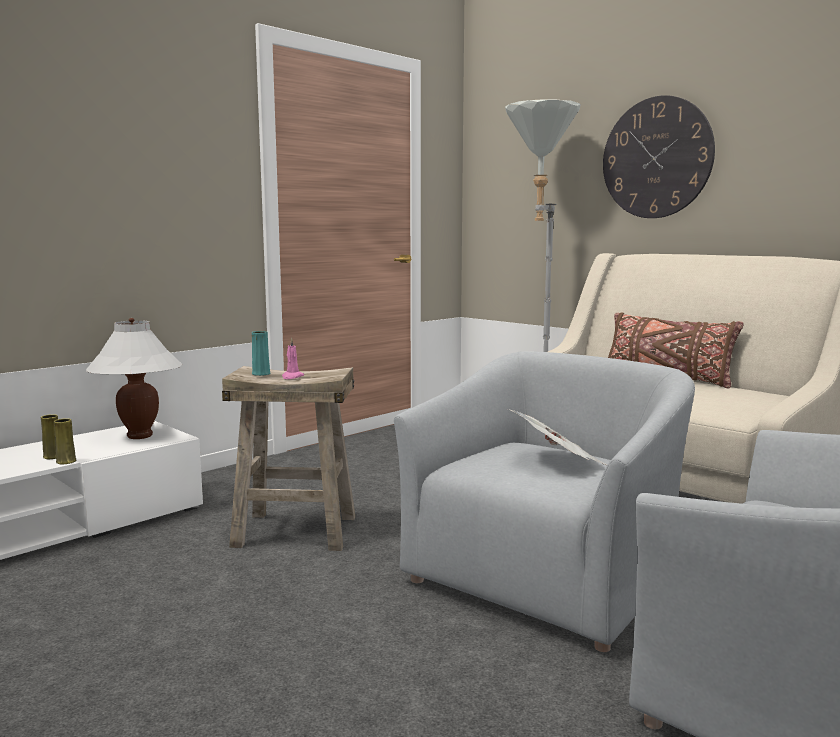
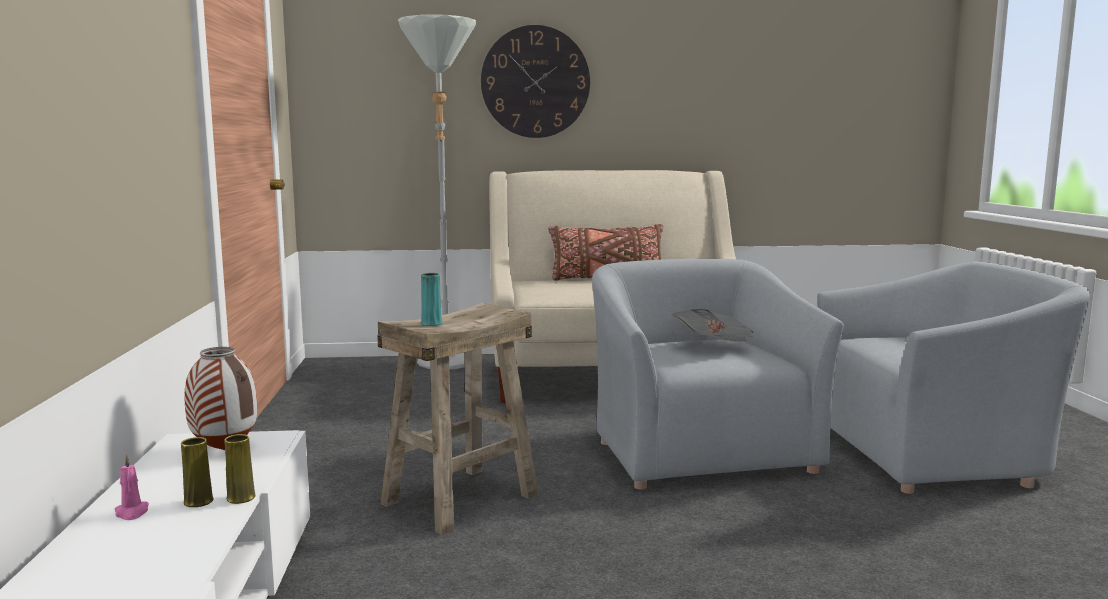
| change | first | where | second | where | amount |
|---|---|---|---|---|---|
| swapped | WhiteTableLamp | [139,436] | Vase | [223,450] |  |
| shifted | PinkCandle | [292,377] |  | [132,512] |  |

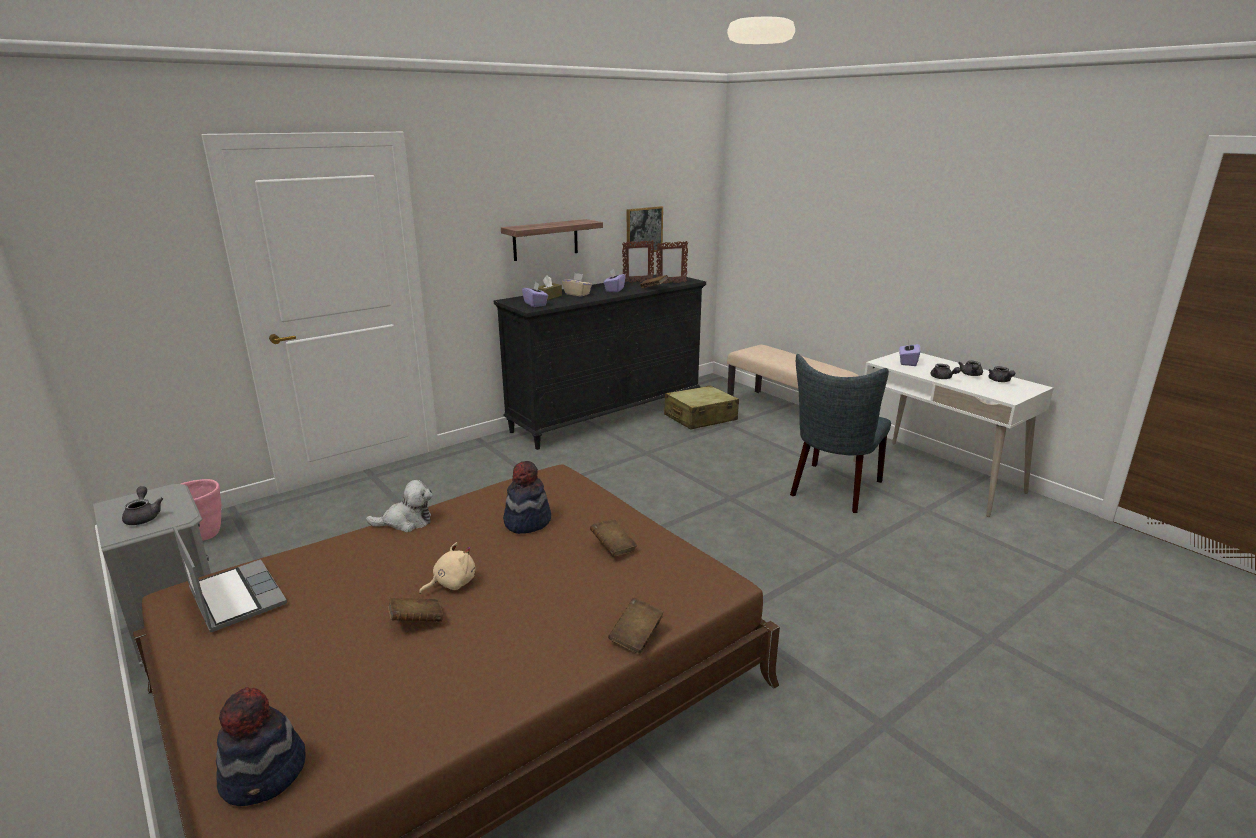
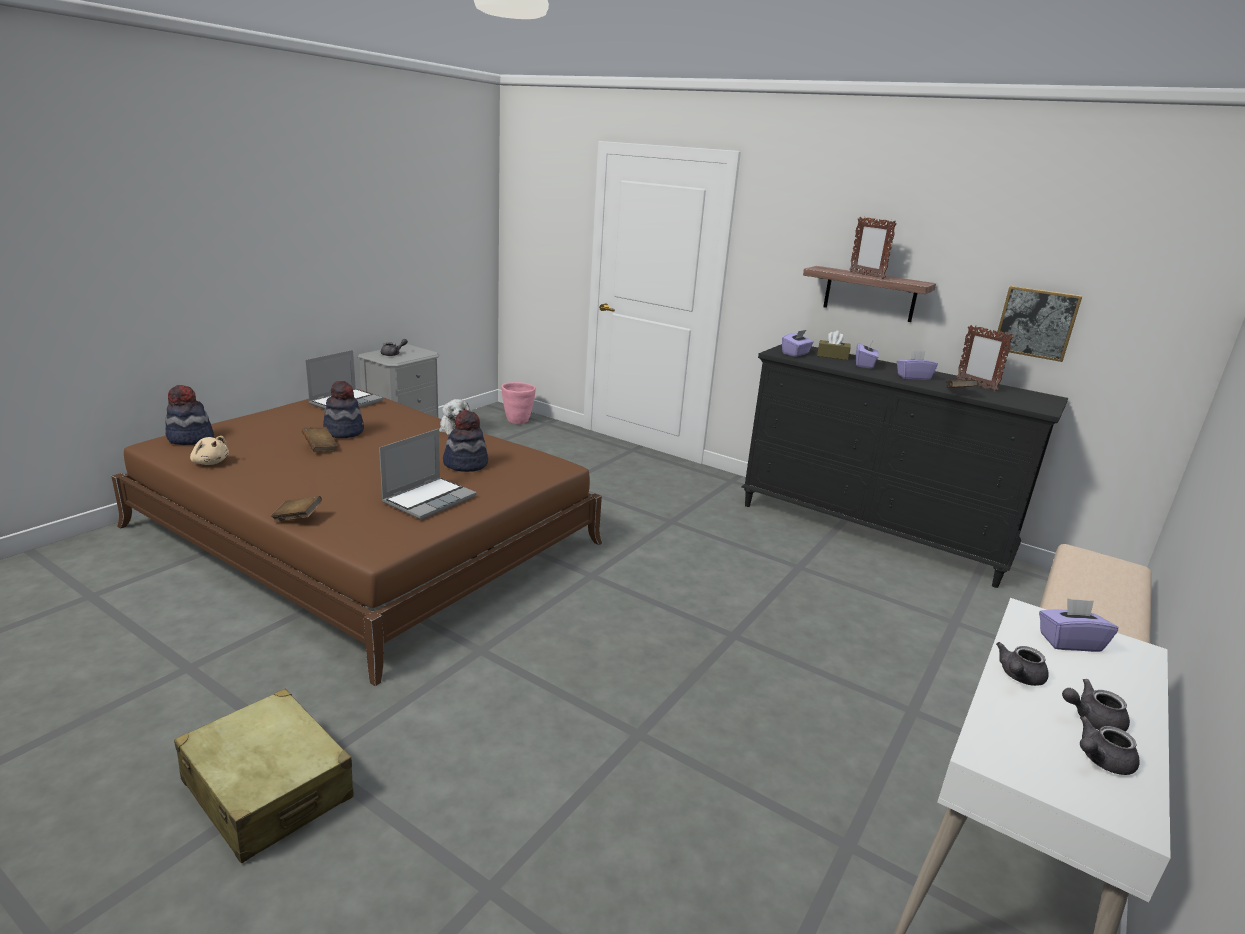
| change | first | where | second | where | amount |
|---|---|---|---|---|---|
| shifted | PictureFrame | [671,283] |  | [866,275] |  |
| repainted | BeigeTissueBox | [577,294] | PurpleTissueBox | [864,365] |  |
| gone | GreyChair | [833,490] |  |  |  |
| shifted | BeigeSuitcase | [700,418] |  | [268,790] |  |
| swapped | BrownBook | [613,547] | Laptop | [429,499] |  |
| shifted | BeigePlushToy | [452,583] |  | [210,462] |  |
| new |  |  | Hat | [344,431] |  |

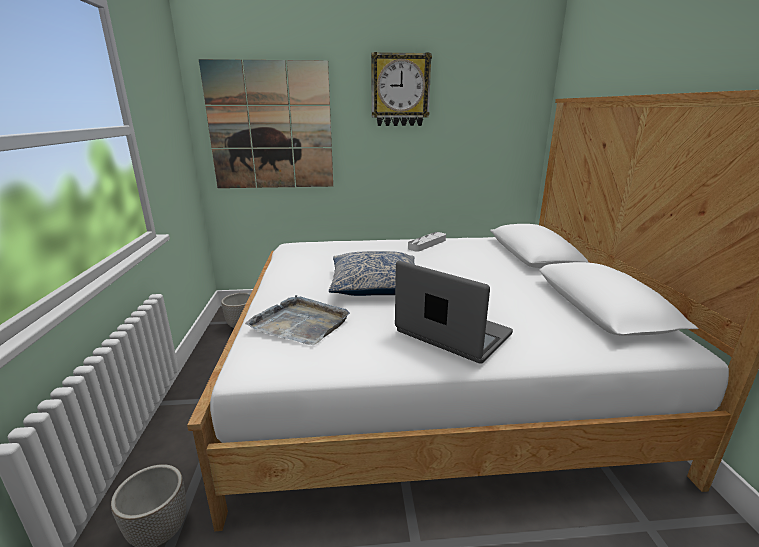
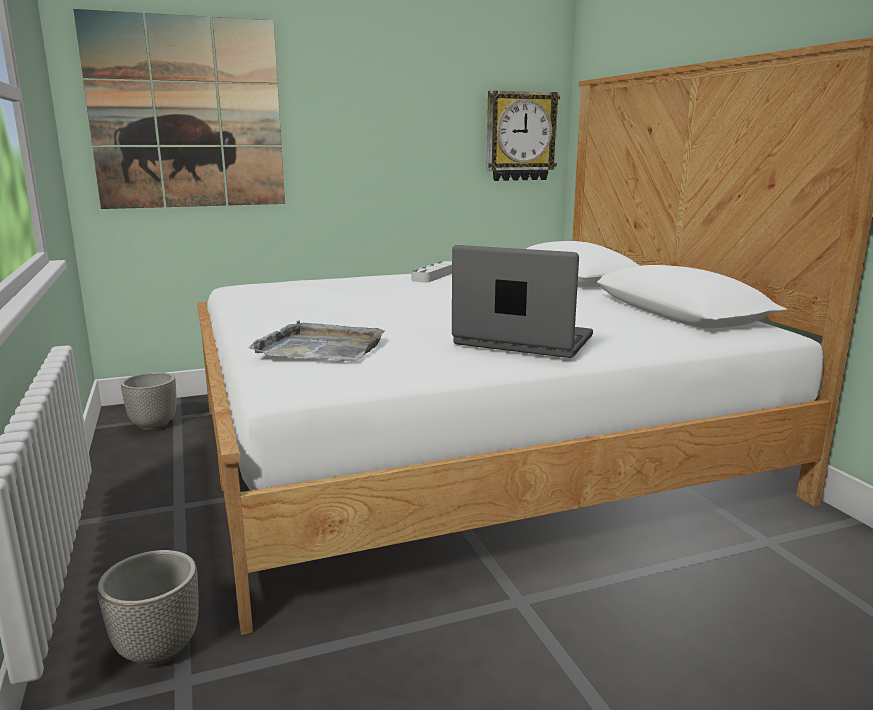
| change | first | where | second | where | amount |
|---|---|---|---|---|---|
| shifted | WallClock | [400,90] |  | [520,136] |  |
| gone | Pillow | [376,285] |  |  |  |

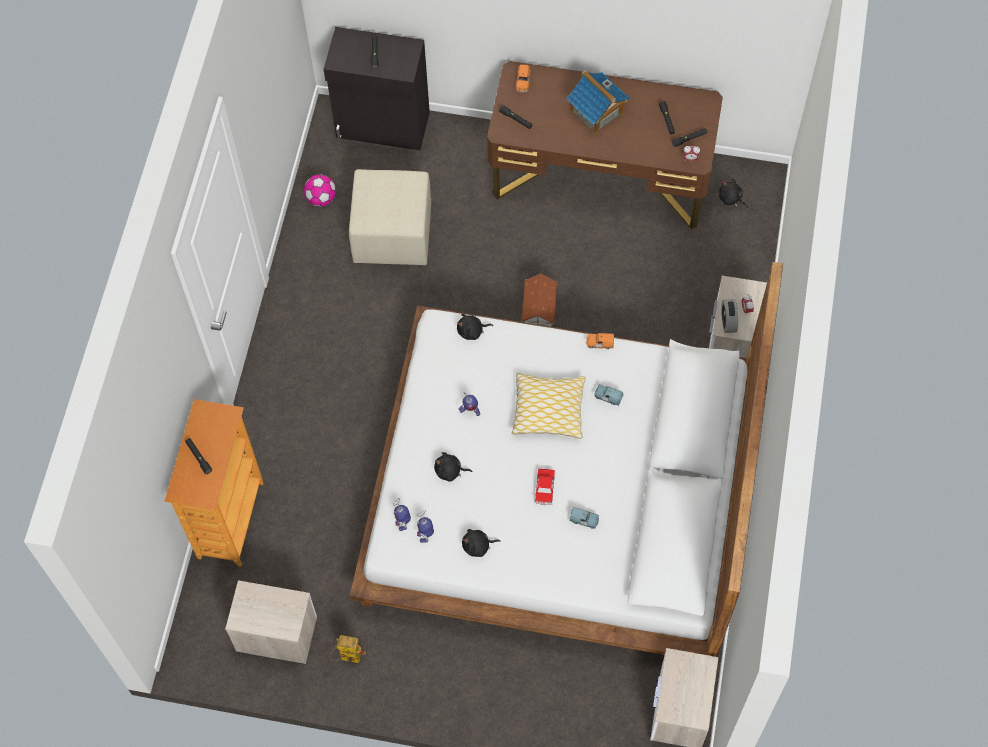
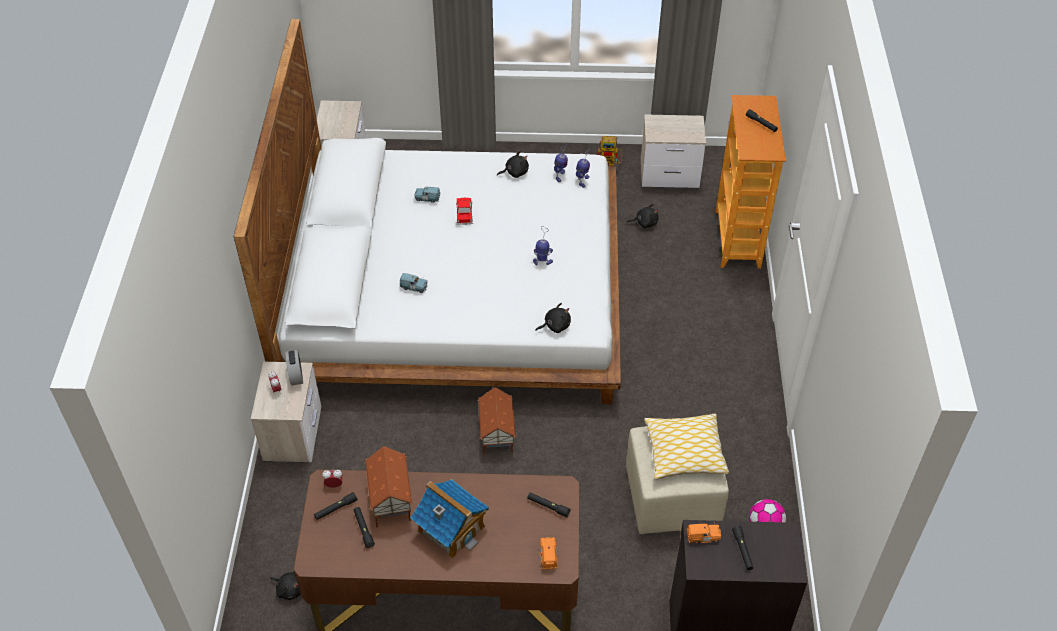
| change | first | where | second | where | amount |
|---|---|---|---|---|---|
| shifted | OrangeToyCar | [599,343] |  | [703,537] |  |
| shifted | Pillow | [548,410] |  | [684,453] |  |
| shifted | BlackPlushToy | [450,471] |  | [644,222] |  |
| new |  |  | ToyHouse | [390,501] |  |

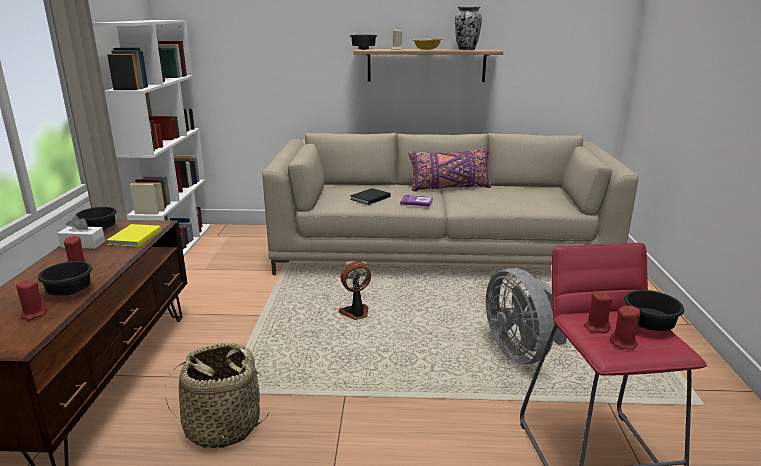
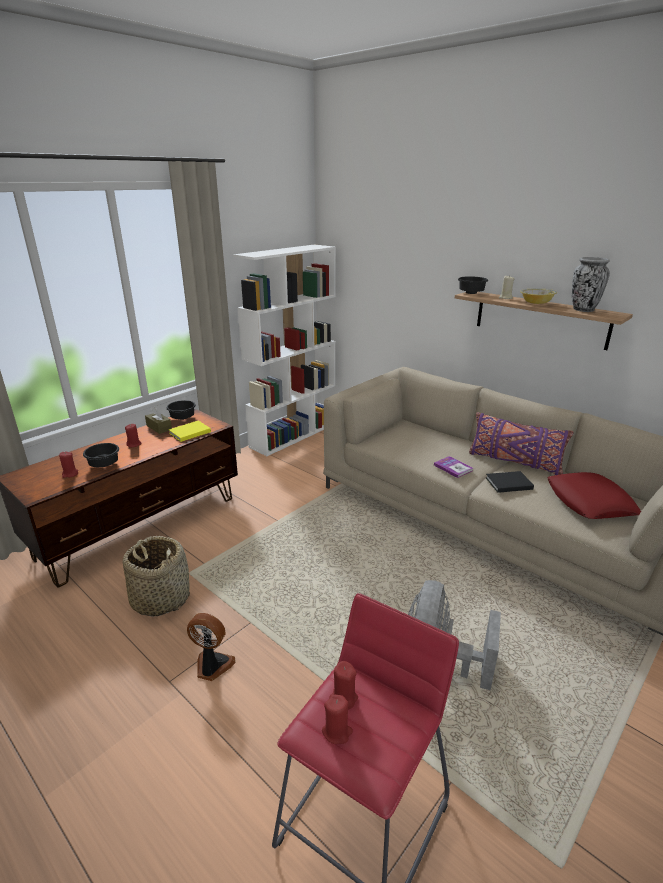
| change | first | where | second | where | amount |
|---|---|---|---|---|---|
| shifted | BlackBook | [369,198] |  | [507,483] |  |
| repainted | WhiteTissueBox | [83,244] | BrownTissueBox | [159,427] |  |
| shifted | Fan | [356,313] |  | [212,666] |  |
| gone | BlackBowl | [650,325] |  |  |  |
| new |  |  | RedPillow | [590,502] |  |

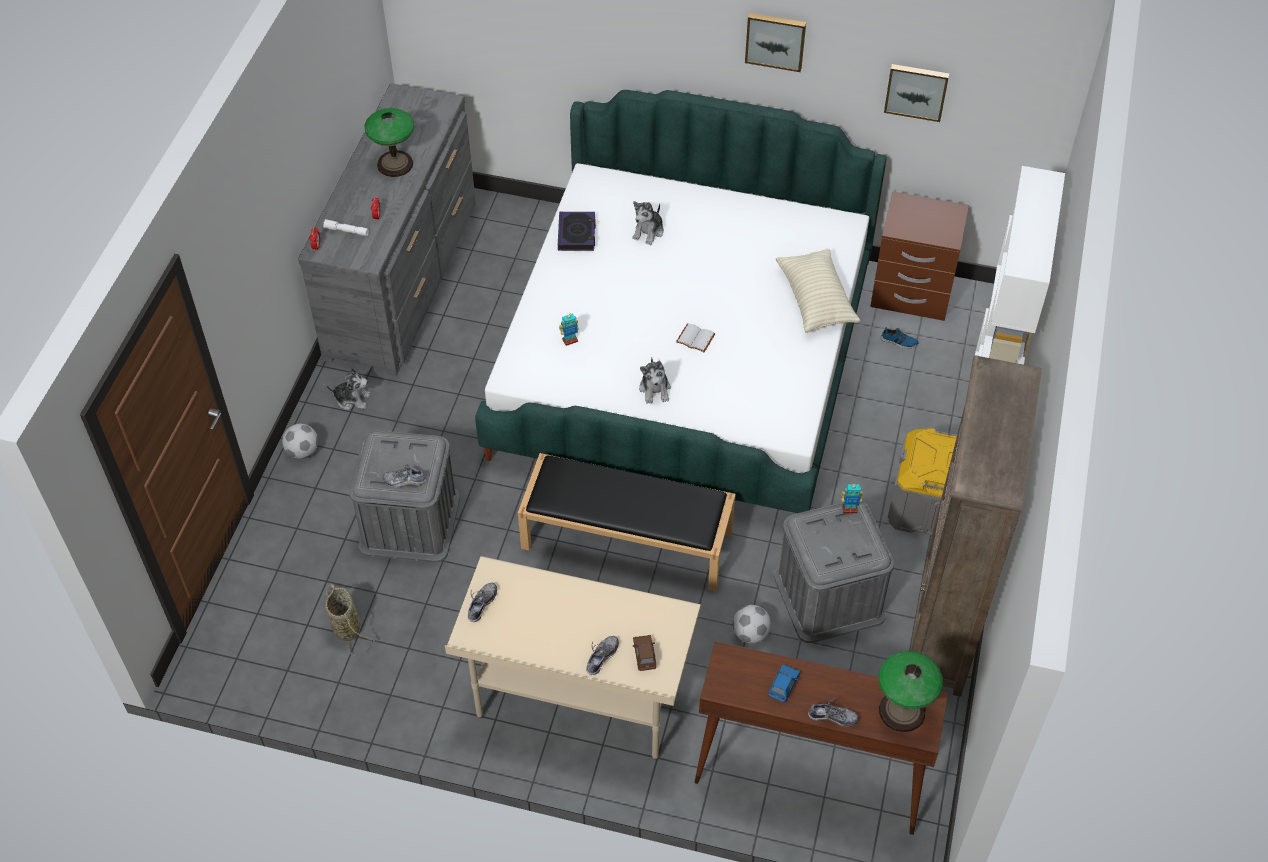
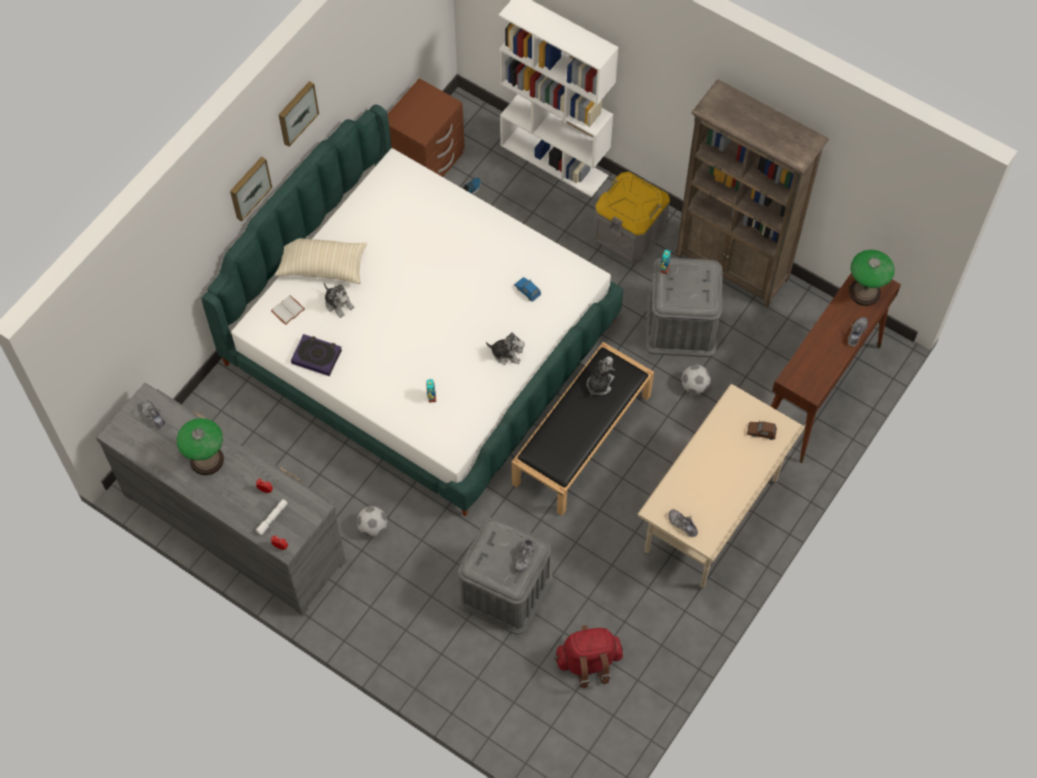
| change | first | where | second | where | amount |
|---|---|---|---|---|---|
| shifted | Picture | [916,91] |  | [249,187] |  |
| shifted | BeigePillow | [816,300] |  | [322,266] |  |
| shifted | WhiteBook | [696,338] |  | [287,309] |  |
| shifted | PlushToy | [352,399] |  | [599,384] |  |
| shifted | Football | [302,451] |  | [373,527] |  |
| swapped | Basket | [346,627] | RedBackpack | [588,662] |  |
| shifted | Shoe | [601,657] |  | [154,416] |  |
| shifted | BlueToyCar | [783,685] |  | [527,290] |  |

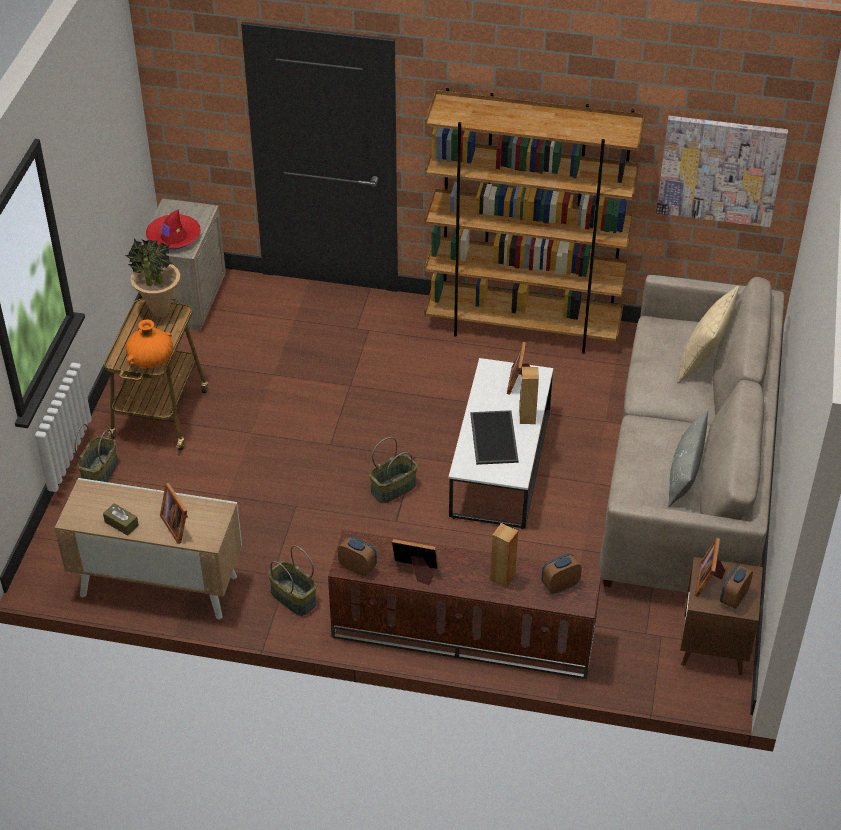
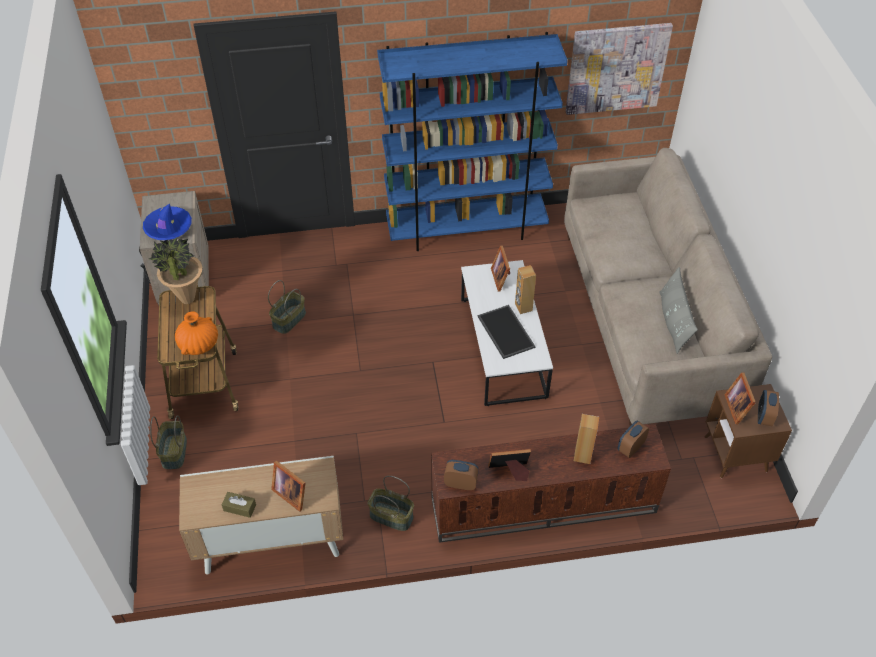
| change | first | where | second | where | amount |
|---|---|---|---|---|---|
| repainted | BrownBookcase | [523,327] | BlueBookcase | [467,230] |  |
| repainted | RedHat | [174,237] | BlueHat | [168,228] |  |
| gone | BeigePillow | [703,361] |  |  |  |
| shifted | Basket | [393,488] |  | [289,319] |  |

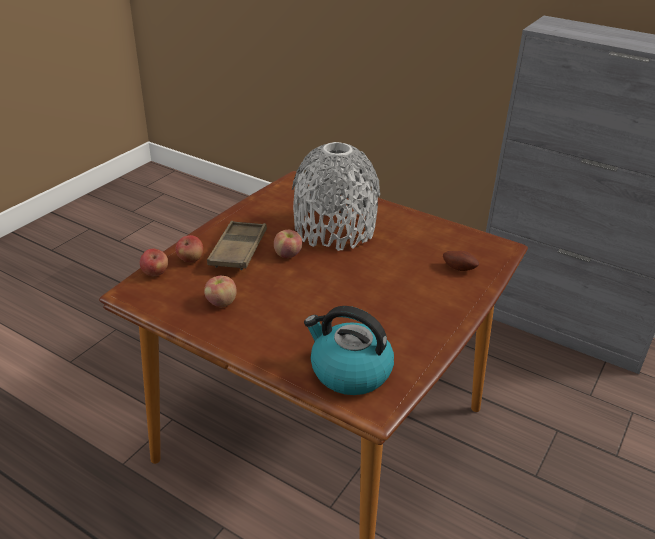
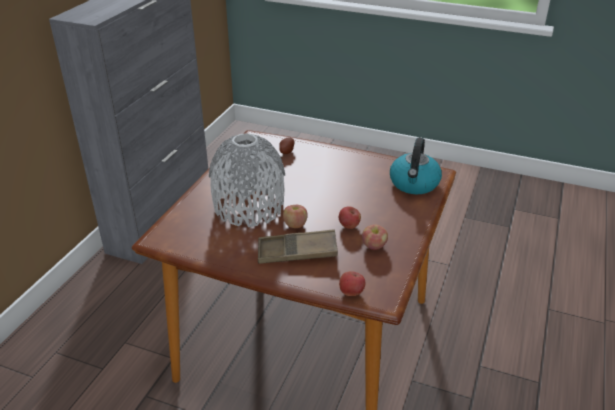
| change | first | where | second | where | amount |
|---|---|---|---|---|---|
| shifted | Apple | [191,259] |  | [349,226] |  |

